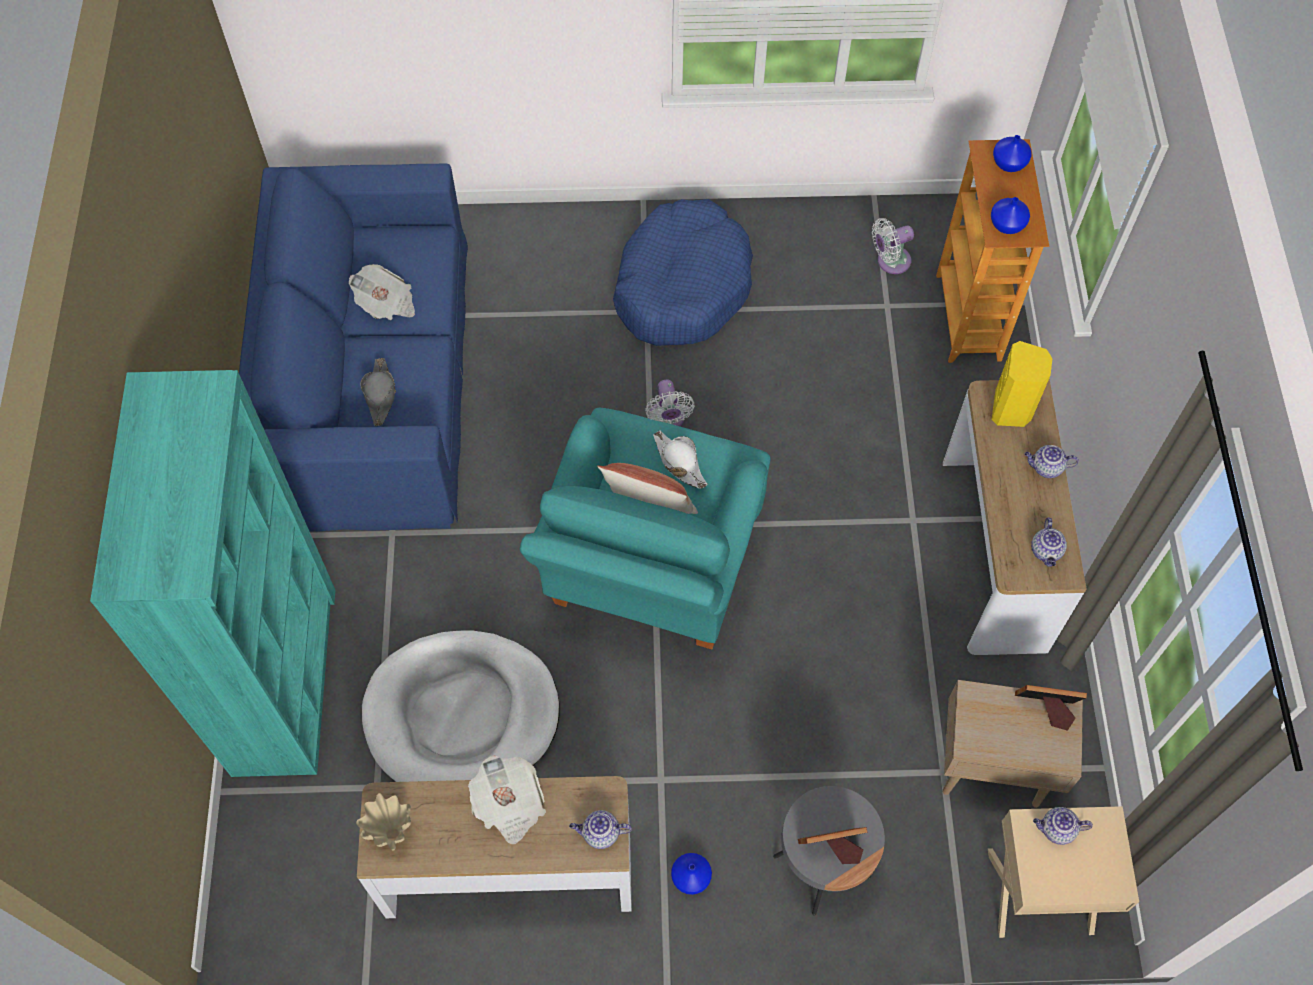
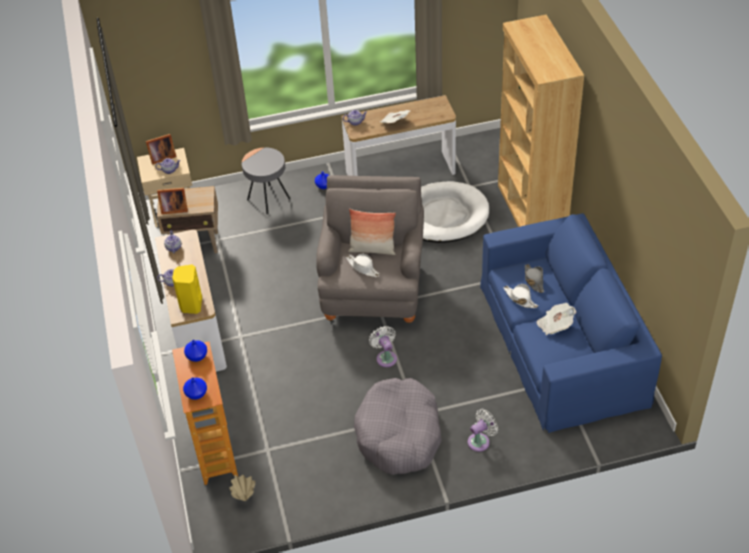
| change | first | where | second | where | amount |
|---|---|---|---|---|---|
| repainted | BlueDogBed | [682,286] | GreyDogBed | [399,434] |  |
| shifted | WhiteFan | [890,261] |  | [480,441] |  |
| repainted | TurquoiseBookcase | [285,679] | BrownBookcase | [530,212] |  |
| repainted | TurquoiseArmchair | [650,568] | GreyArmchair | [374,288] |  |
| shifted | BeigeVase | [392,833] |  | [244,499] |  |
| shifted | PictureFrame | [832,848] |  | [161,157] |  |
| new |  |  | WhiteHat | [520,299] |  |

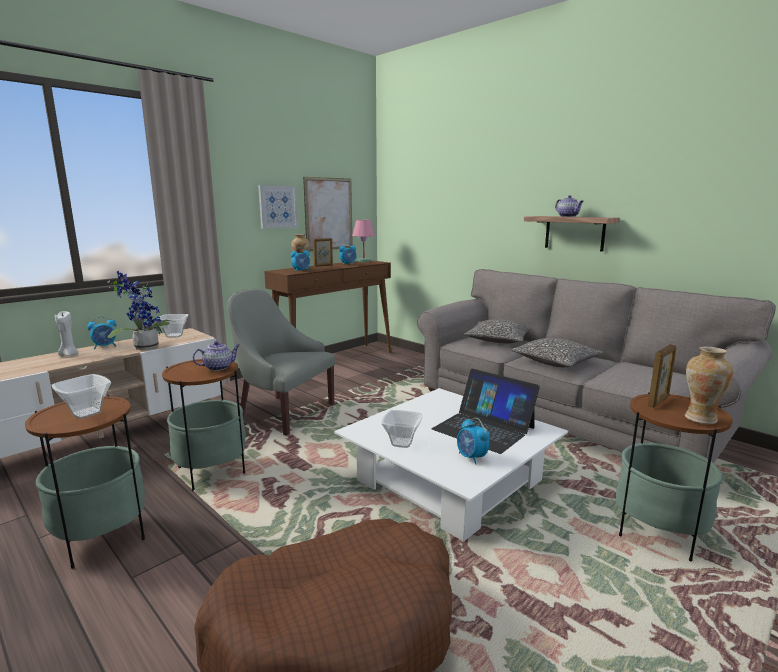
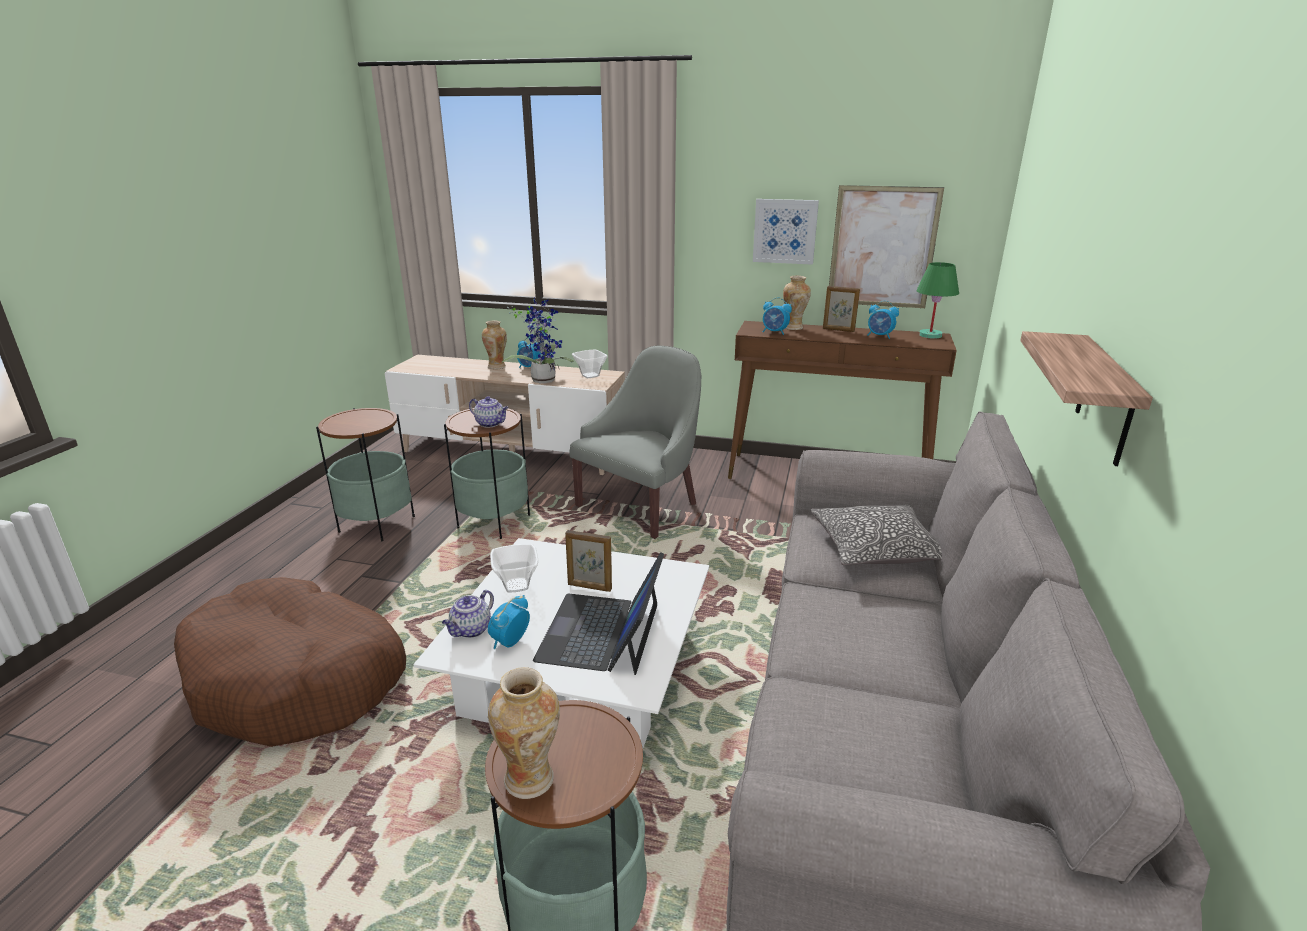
| change | first | where | second | where | amount |
|---|---|---|---|---|---|
| shifted | Teapot | [568,216] |  | [471,630] |  |
| repainted | PinkTableLamp | [363,261] | GreenTableLamp | [930,335] |  |
| rotated | GreyArmchair | [283,412] |  | [642,505] | 45 degrees clockwise |
| swapped | WhiteCandle | [68,354] | Vase | [497,367] |  |
| gone | Pillow | [555,362] |  |  |  |
| shifted | PictureFrame | [658,401] |  | [589,587] |  |
| gone | Bowl | [85,413] |  |  |  |

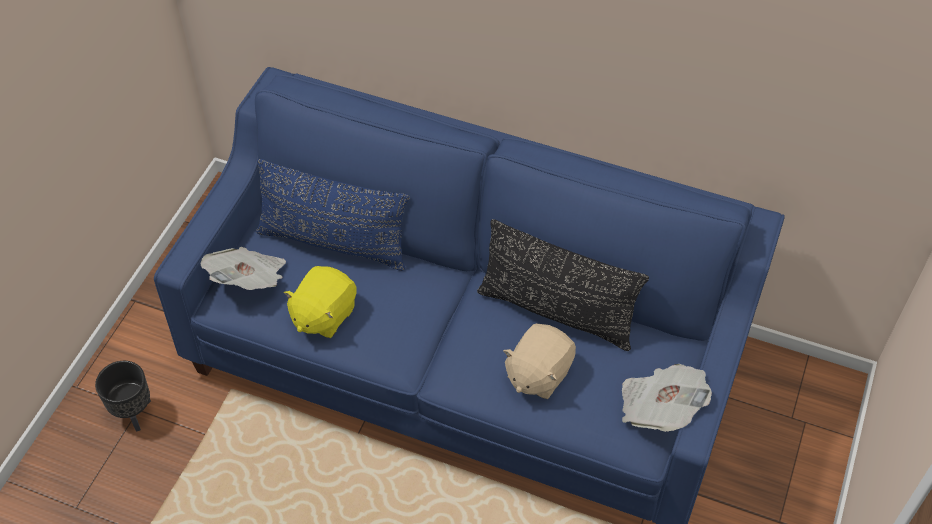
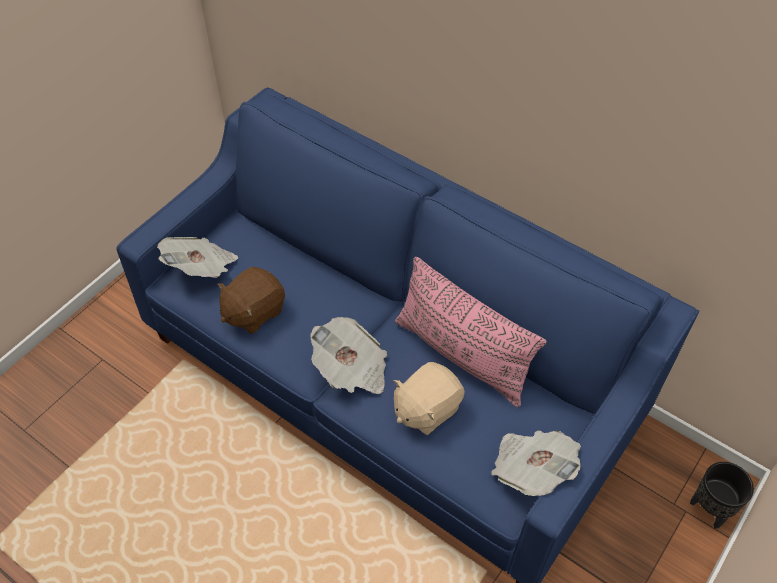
| change | first | where | second | where | amount |
|---|---|---|---|---|---|
| gone | BluePillow | [334,243] |  |  |  |
| repainted | BlackPillow | [556,312] | PinkPillow | [462,355] |  |
| repainted | YellowPlushToy | [323,315] | BrownPlushToy | [253,311] |  |
| shifted | BlackPlanter | [134,413] |  | [710,509] |  |
| new |  |  | Newspaper | [351,369] |  |

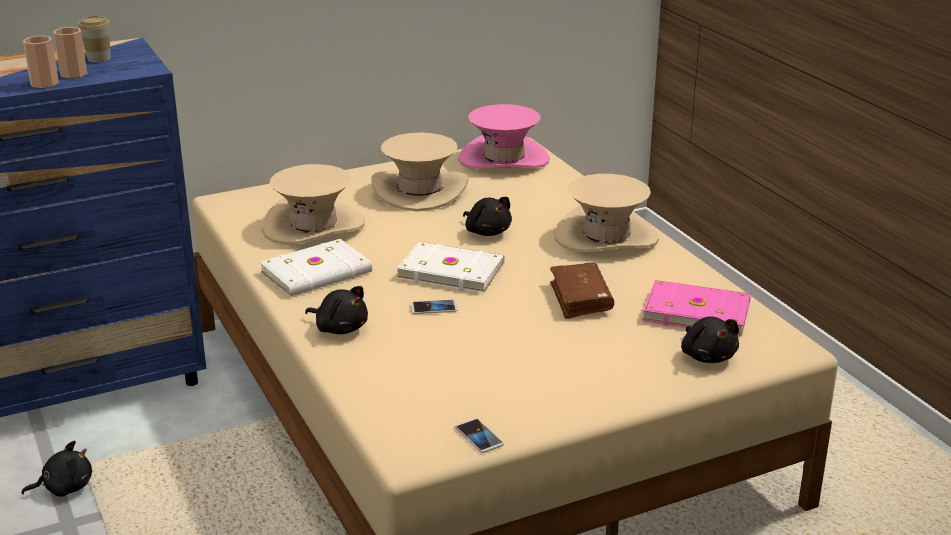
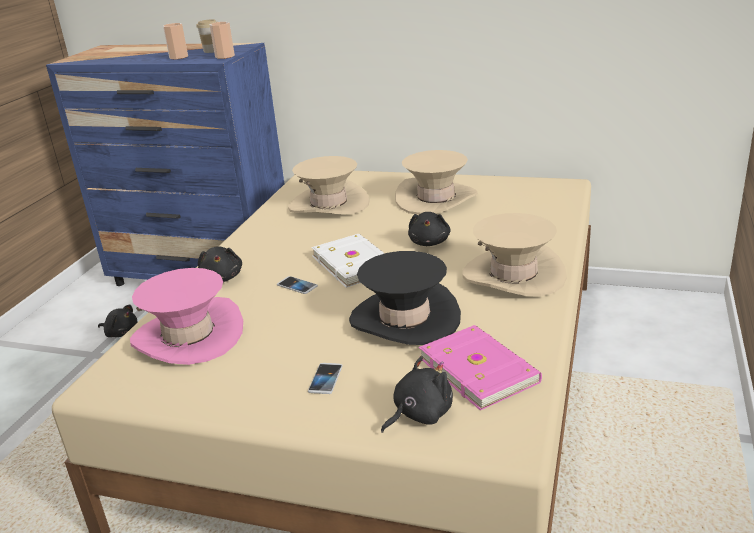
| change | first | where | second | where | amount |
|---|---|---|---|---|---|
| shifted | Cup | [44,84] |  | [225,56] |  |
| shifted | PinkHat | [503,159] |  | [188,336] |  |
| gone | WhiteBook | [318,273] |  |  |  |
| swapped | BrownBook | [580,299] | BlackHat | [405,319] |  |
| rotated | BlackPlushToy | [707,356] |  | [419,414] | 150 degrees counterclockwise |
| shifted | Phone | [478,436] |  | [325,379] |  |

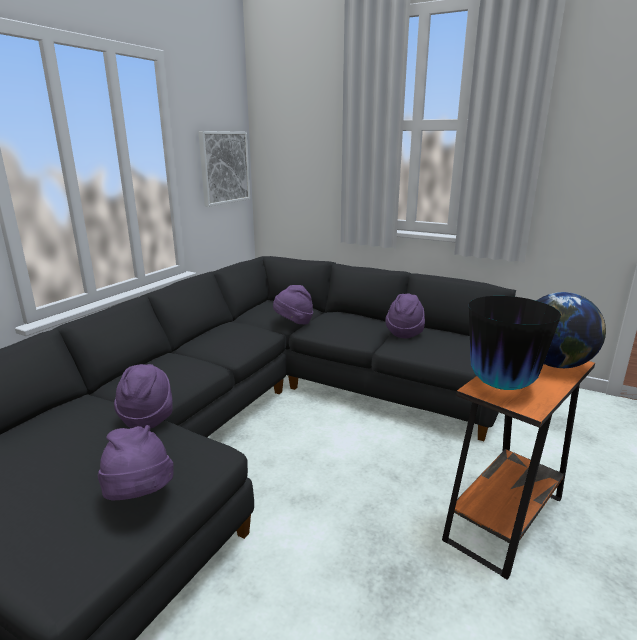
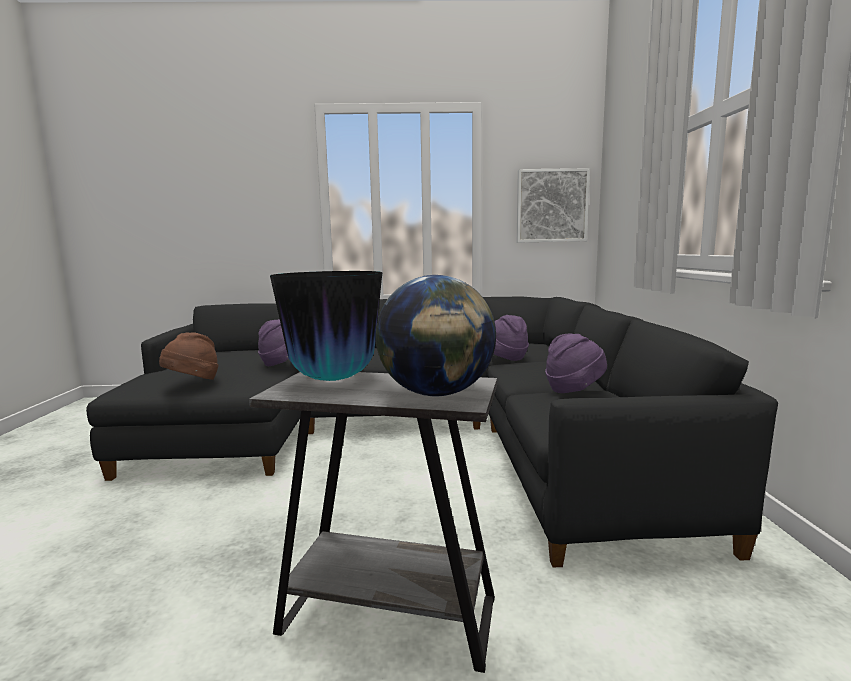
| change | first | where | second | where | amount |
|---|---|---|---|---|---|
| repainted | OrangeSideTable | [504,518] | GreySideTable | [388,615] |  |
| repainted | PurpleHat | [139,497] | BrownHat | [192,382] |  |

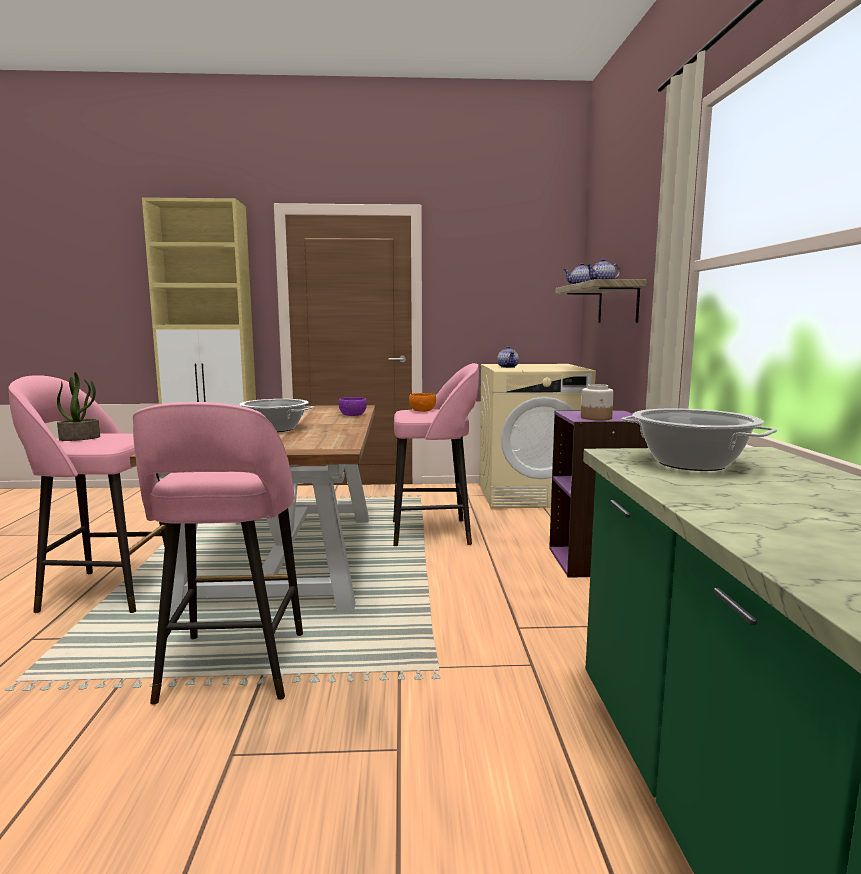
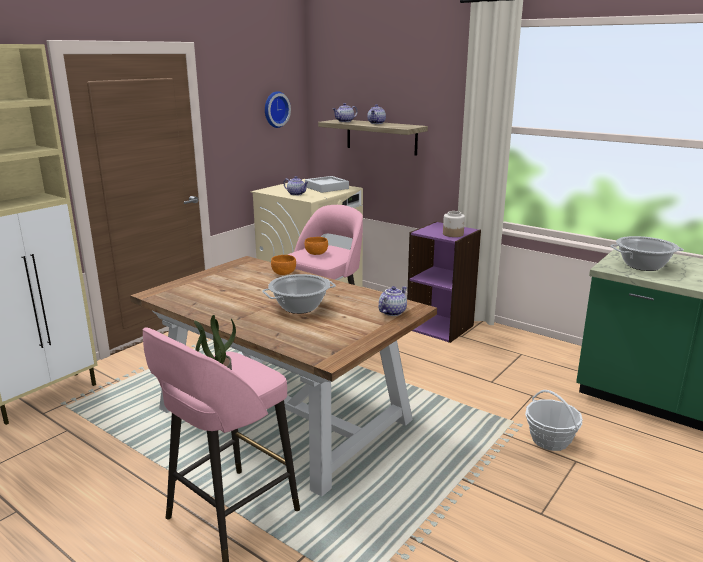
| change | first | where | second | where | amount |
|---|---|---|---|---|---|
| repainted | PurpleBowl | [353,415] | OrangeBowl | [284,273] |  |
| gone | PinkStool | [232,669] |  |  |  |
| new |  |  | WallClock | [275,109] |  |
| new |  |  | GreyTray | [326,188] |  |
| new |  |  | Teapot | [392,312] |  |
| new |  |  | Basket | [550,440] |  |

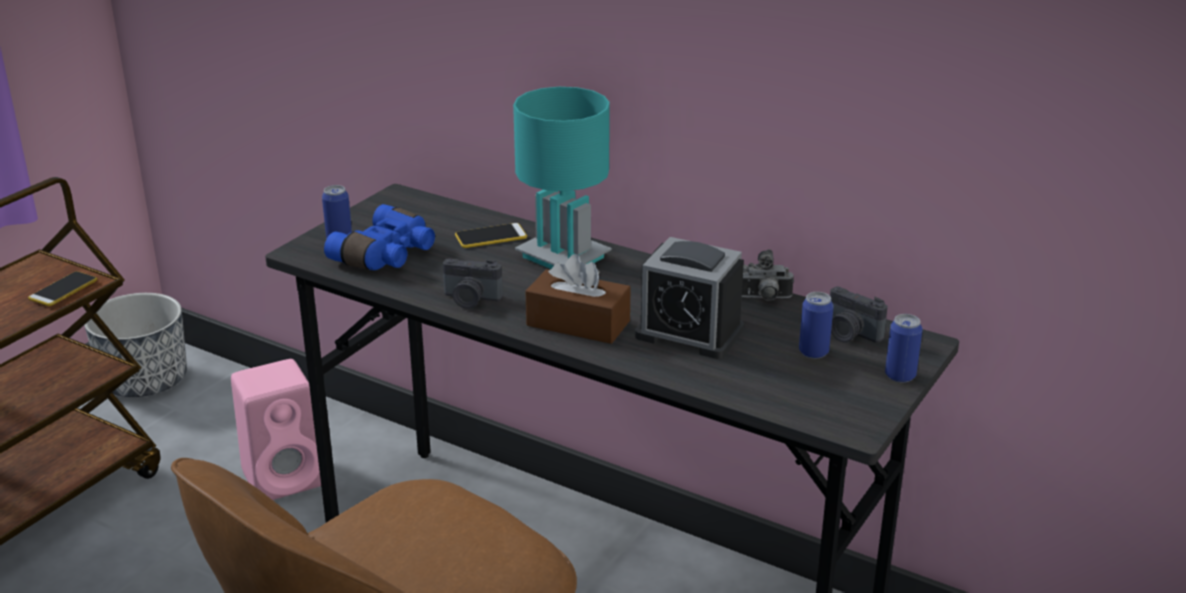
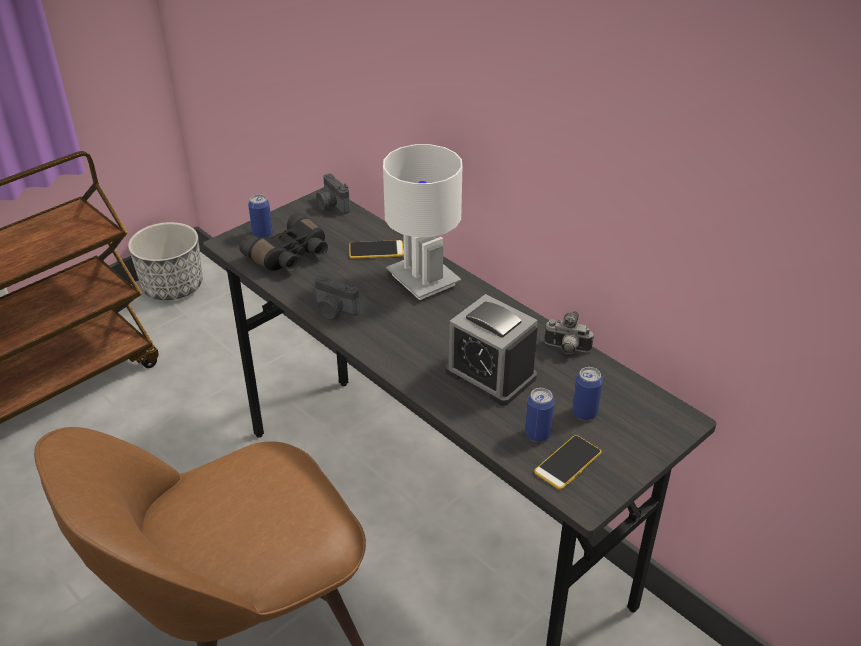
| change | first | where | second | where | amount |
|---|---|---|---|---|---|
| repainted | TurquoiseTableLamp | [562,257] | WhiteTableLamp | [422,280] |  |
| repainted | BlueBinoculars | [387,255] | BlackBinoculars | [291,256] |  |
| gone | BrownTissueBox | [578,323] |  |  |  |
| shifted | Phone | [63,289] |  | [568,462] |  |
| shifted | PhotoCamera | [850,334] |  | [332,206] |  |
| shifted | Can | [900,375] |  | [537,434] |  |
| gone | PinkSpeaker | [286,477] |  |  |  |

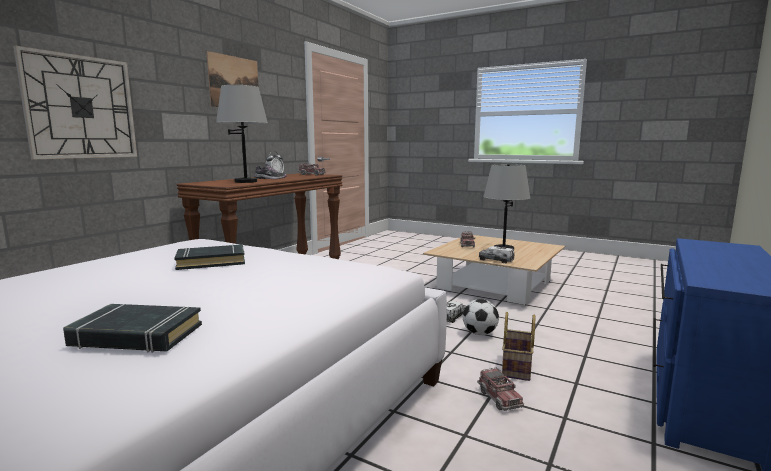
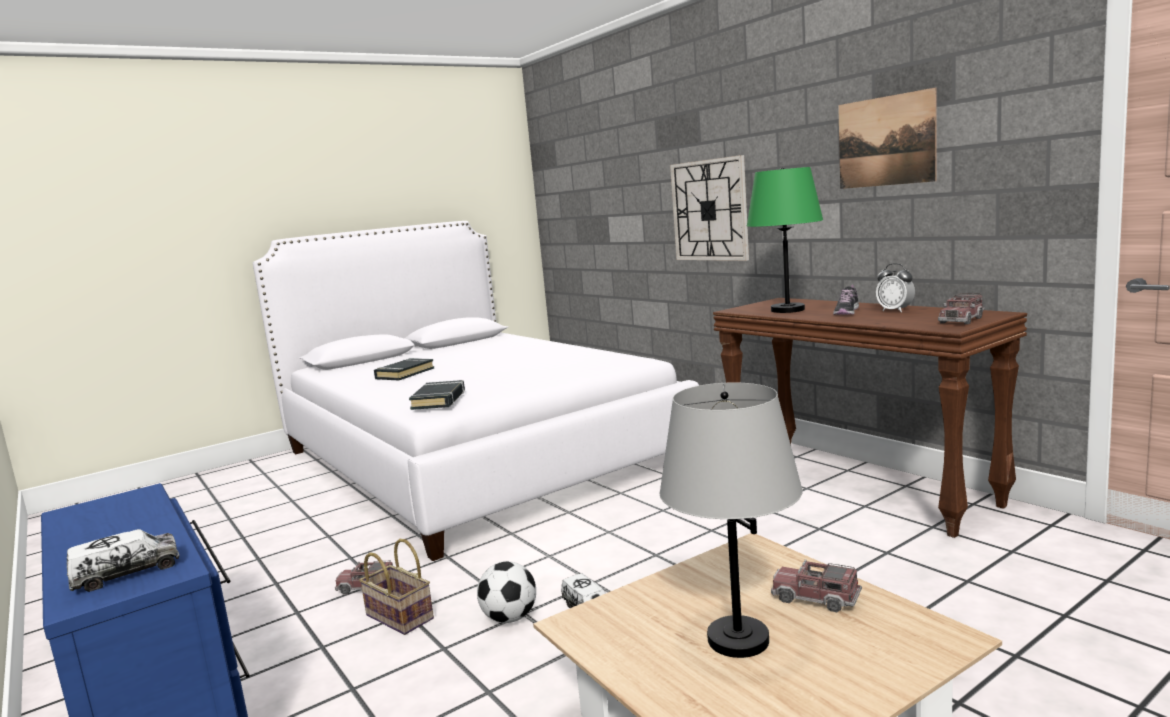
| change | first | where | second | where | amount |
|---|---|---|---|---|---|
| repainted | GreyTableLamp | [246,181] | GreenTableLamp | [788,310] |  |
| shifted | BlackBook | [211,262] |  | [439,400] |  |
| shifted | ToyTruck | [496,260] |  | [126,573] |  |

